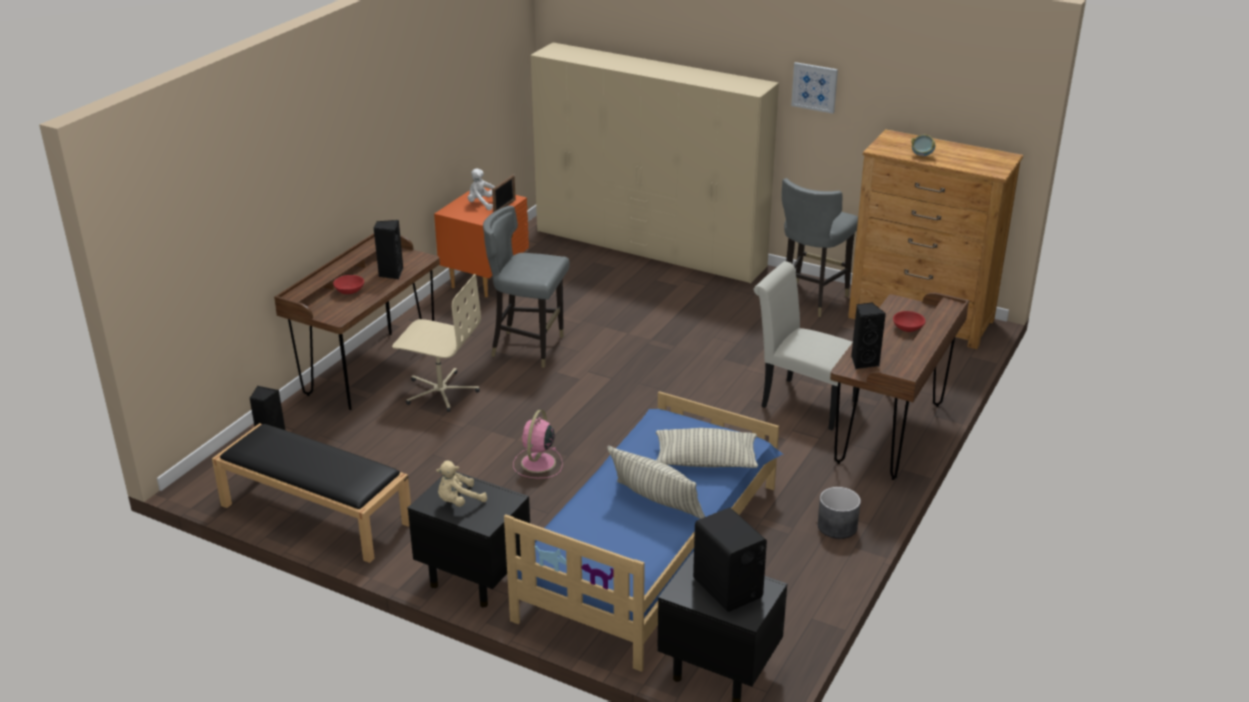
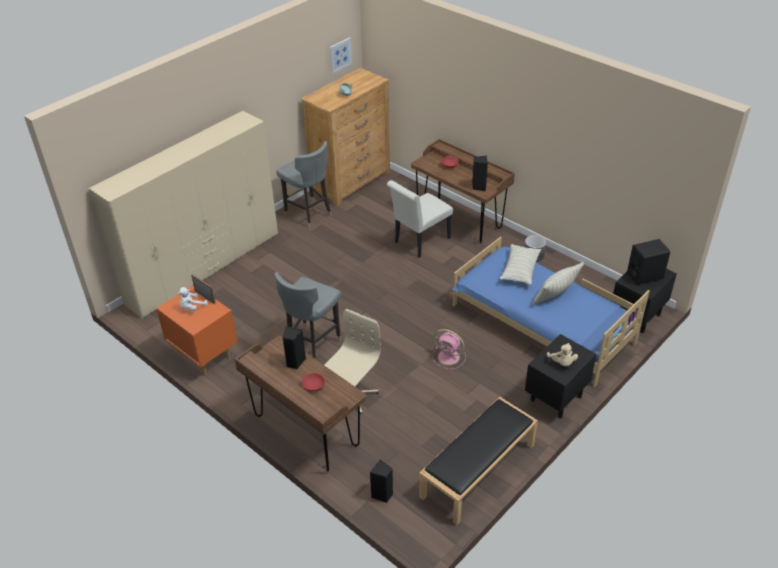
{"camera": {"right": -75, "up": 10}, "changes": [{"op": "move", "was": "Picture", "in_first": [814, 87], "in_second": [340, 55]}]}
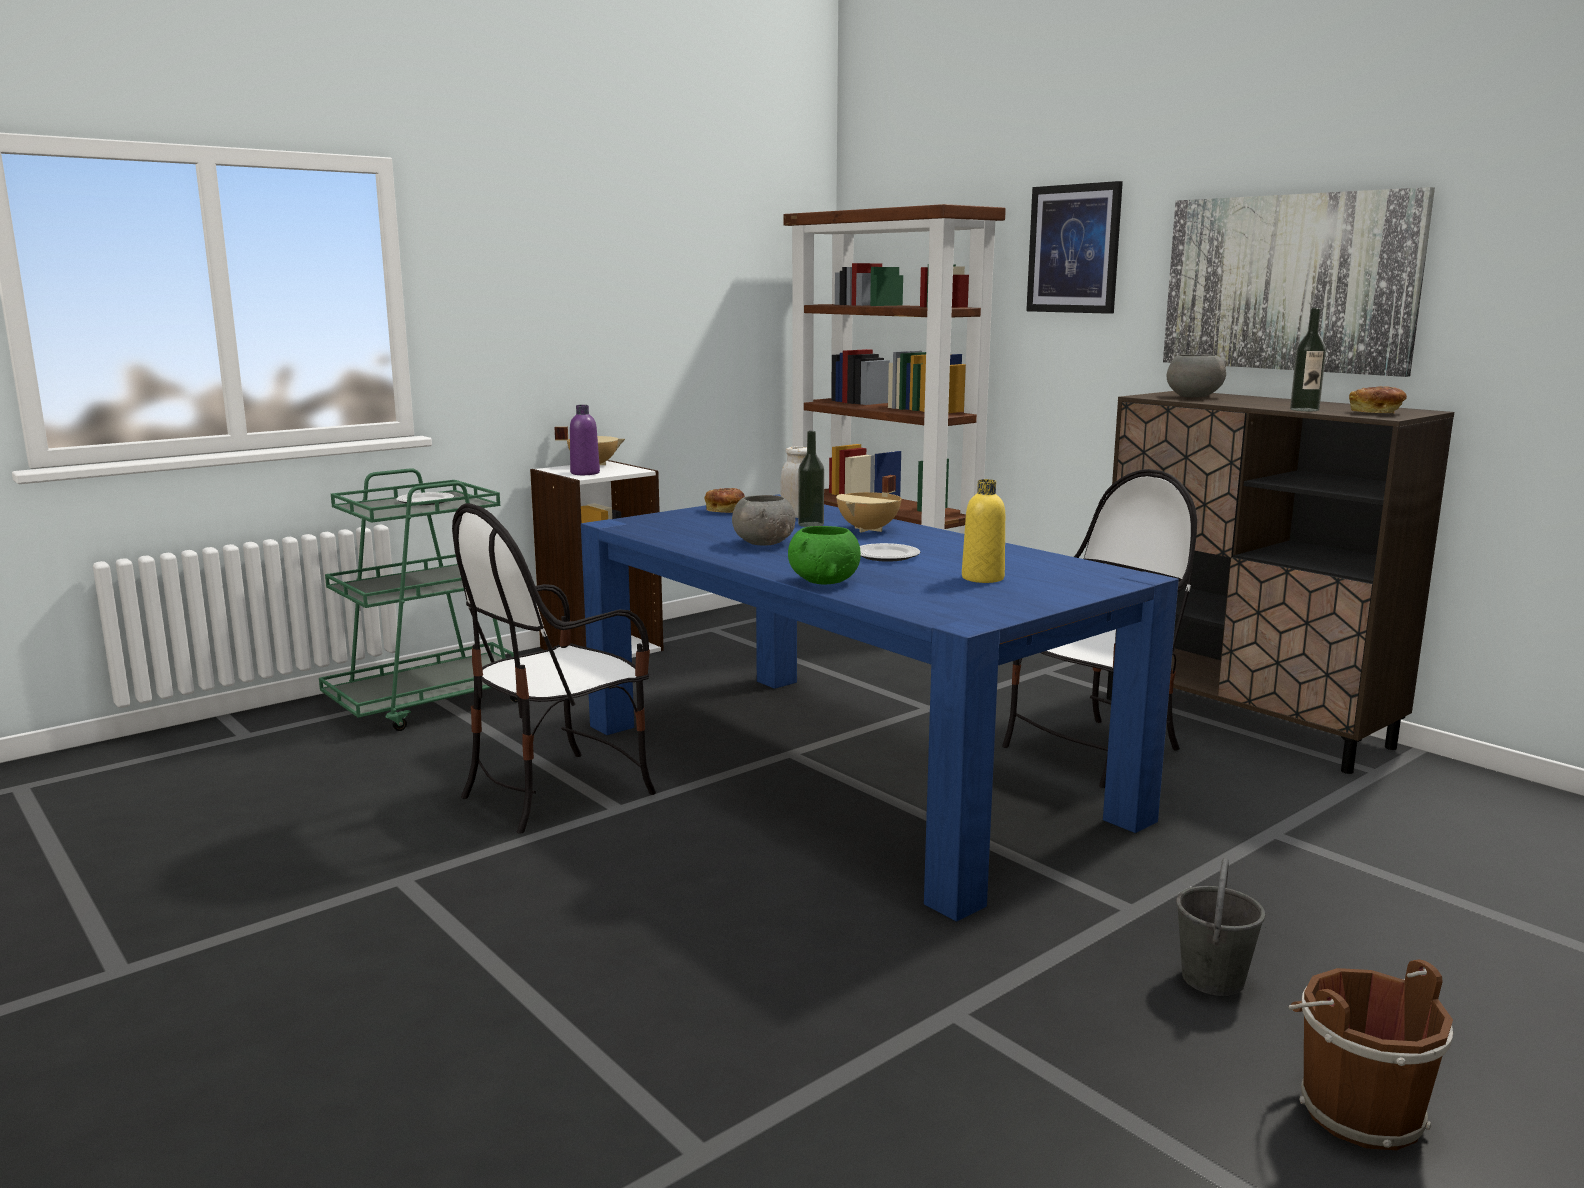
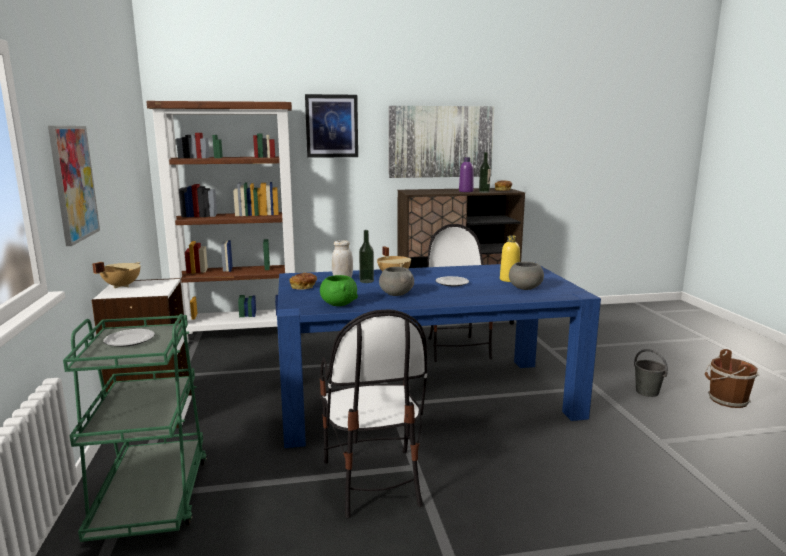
{"camera": {"right": -60, "up": 0}, "changes": [{"op": "insert", "now": "Picture", "in_second": [73, 183]}, {"op": "move", "was": "PurpleBottle", "in_first": [585, 473], "in_second": [466, 191]}, {"op": "move", "was": "GreenBowl", "in_first": [824, 581], "in_second": [339, 304]}, {"op": "move", "was": "GreyBowl", "in_first": [1193, 396], "in_second": [525, 288]}]}
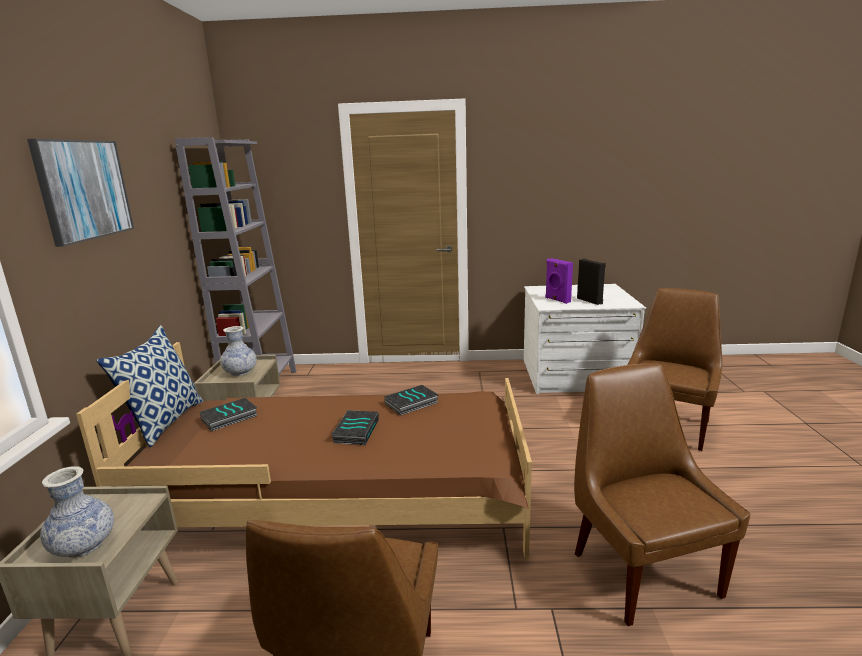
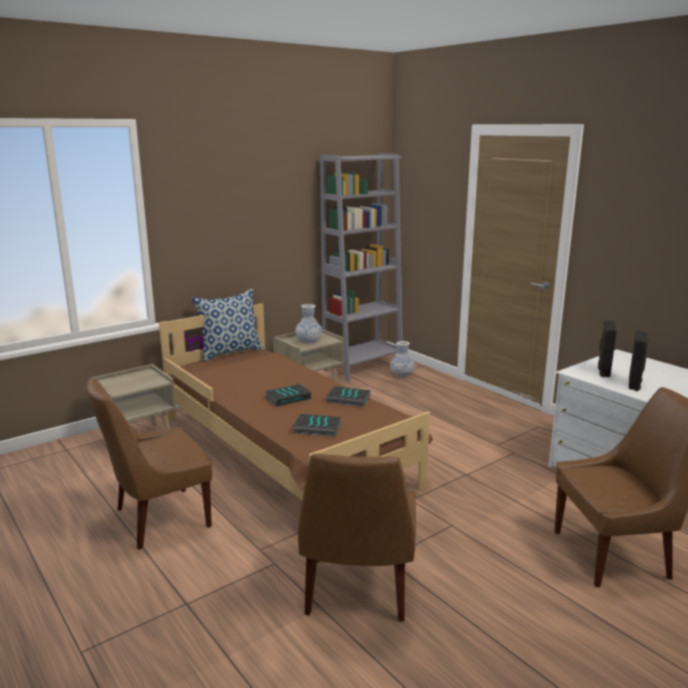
{"camera": {"right": 50, "up": 0}, "changes": [{"op": "delete", "was": "Picture", "in_first": [84, 190]}, {"op": "move", "was": "Vase", "in_first": [84, 546], "in_second": [402, 374]}, {"op": "move", "was": "Book", "in_first": [229, 418], "in_second": [316, 429]}, {"op": "recolor", "was": "PurpleSpeaker", "now": "BlackSpeaker", "in_first": [557, 300], "in_second": [603, 371]}, {"op": "rotate", "was": "BrownChair", "in_first": [641, 570], "in_second": [356, 592], "clockwise": 150}]}
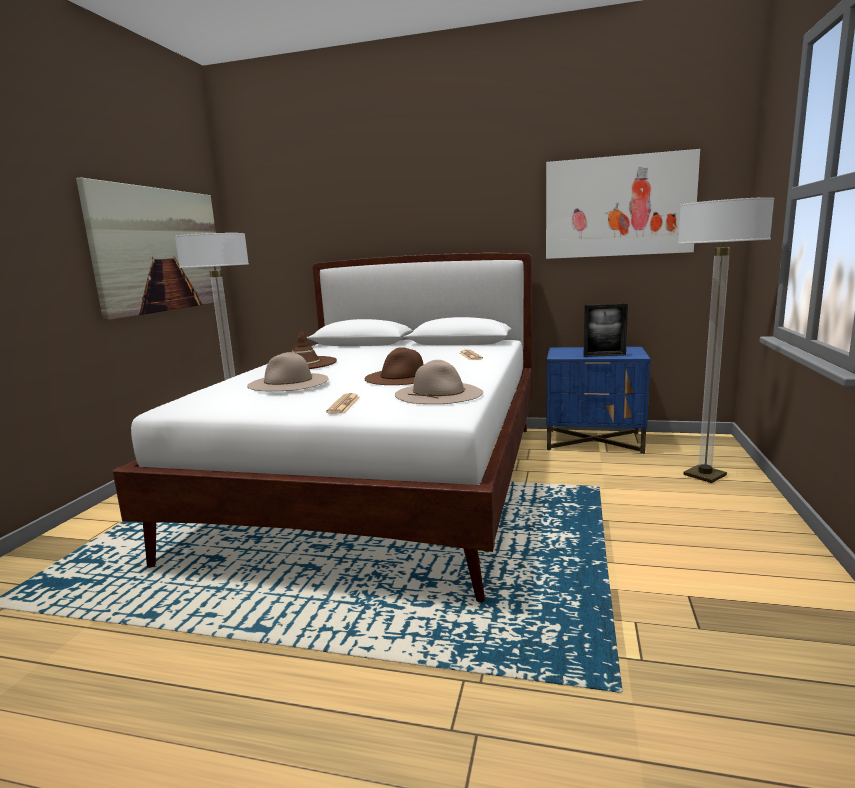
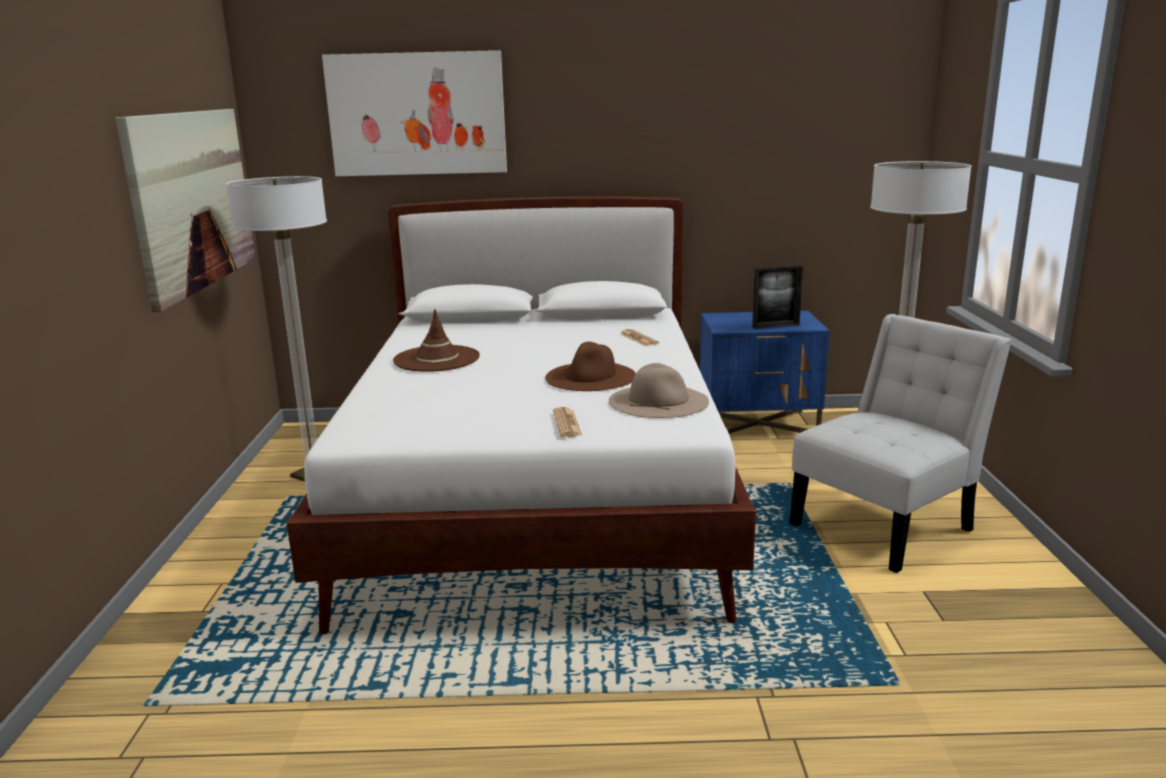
{"camera": {"right": -15, "up": 5}, "changes": [{"op": "delete", "was": "BeigeHat", "in_first": [288, 382]}, {"op": "insert", "now": "WhiteChair", "in_second": [887, 524]}, {"op": "move", "was": "Picture", "in_first": [618, 207], "in_second": [417, 114]}]}
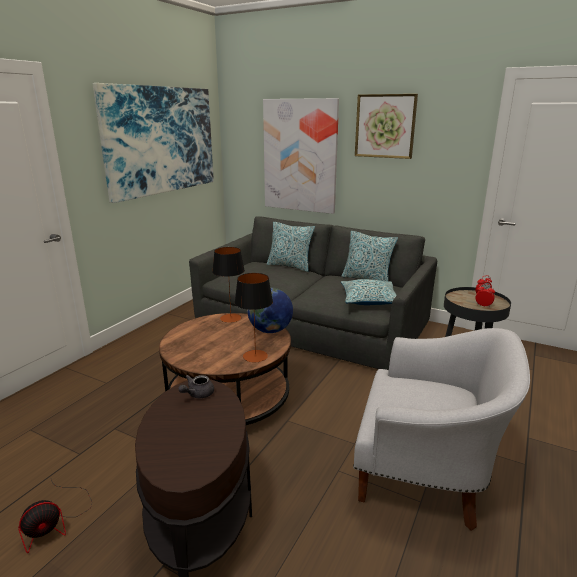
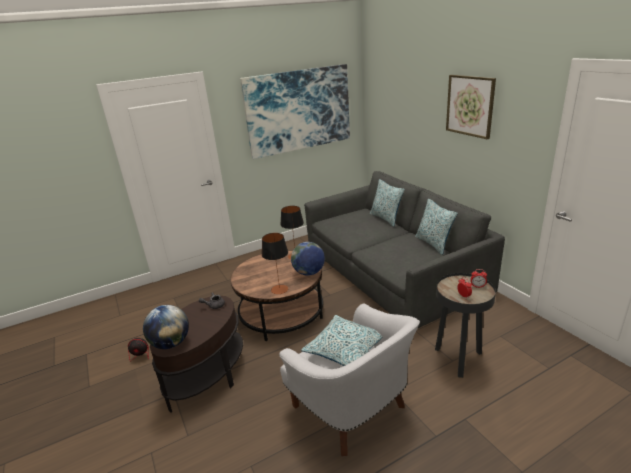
{"camera": {"right": 35, "up": 5}, "changes": [{"op": "delete", "was": "Picture", "in_first": [300, 156]}, {"op": "insert", "now": "Globe", "in_second": [171, 343]}, {"op": "move", "was": "Pillow", "in_first": [369, 300], "in_second": [344, 349]}]}
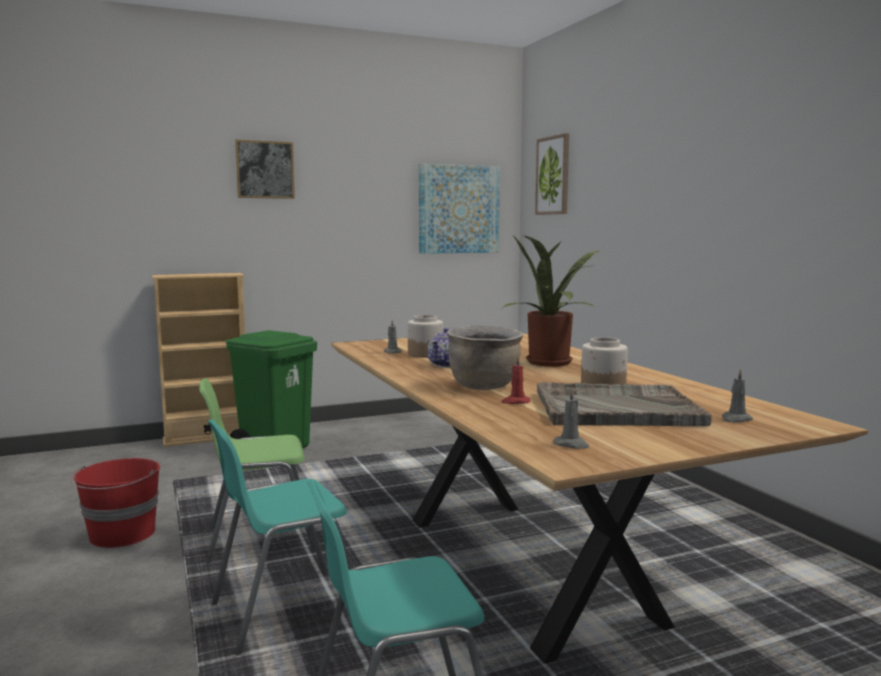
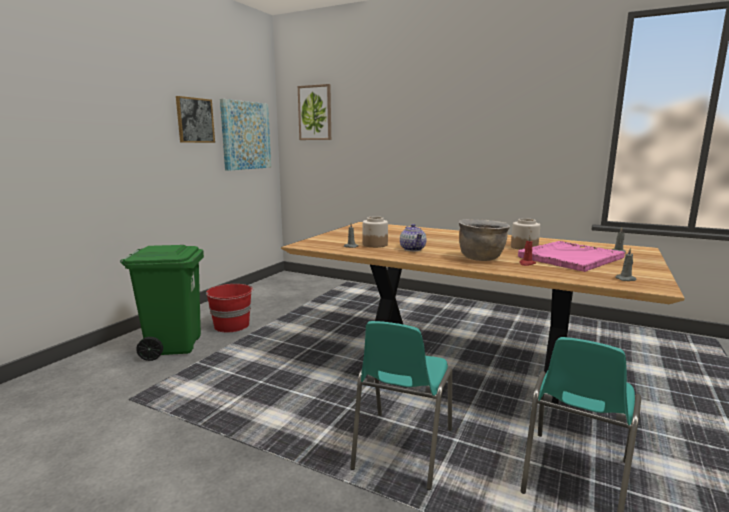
{"camera": {"right": -40, "up": 5}, "changes": [{"op": "delete", "was": "BeigeBookcase", "in_first": [207, 438]}, {"op": "delete", "was": "GreenChair", "in_first": [260, 539]}, {"op": "delete", "was": "PottedPlant", "in_first": [552, 363]}, {"op": "move", "was": "RedBucket", "in_first": [122, 534], "in_second": [232, 325]}, {"op": "move", "was": "Picture", "in_first": [265, 169], "in_second": [195, 120]}, {"op": "recolor", "was": "GreyTray", "now": "PinkTray", "in_first": [614, 408], "in_second": [569, 257]}]}
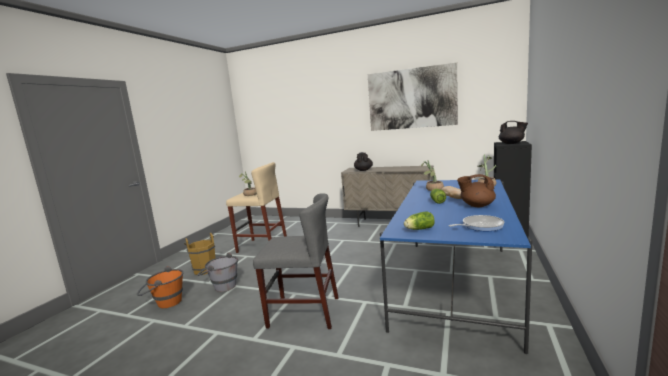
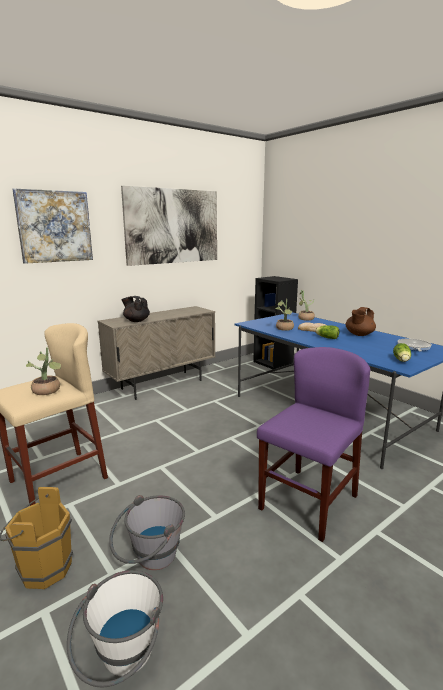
{"camera": {"right": -60, "up": 5}, "changes": [{"op": "delete", "was": "BlackTeapot", "in_first": [511, 143]}, {"op": "insert", "now": "Picture", "in_second": [54, 226]}, {"op": "recolor", "was": "OrangeBucket", "now": "WhiteBucket", "in_first": [164, 303], "in_second": [122, 661]}, {"op": "recolor", "was": "GreyChair", "now": "PurpleChair", "in_first": [304, 312], "in_second": [308, 502]}]}
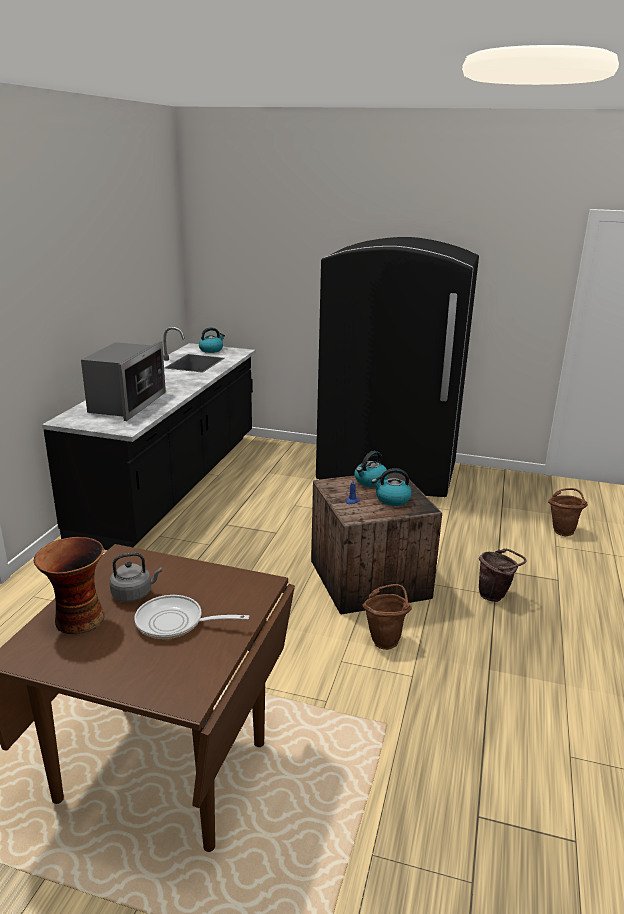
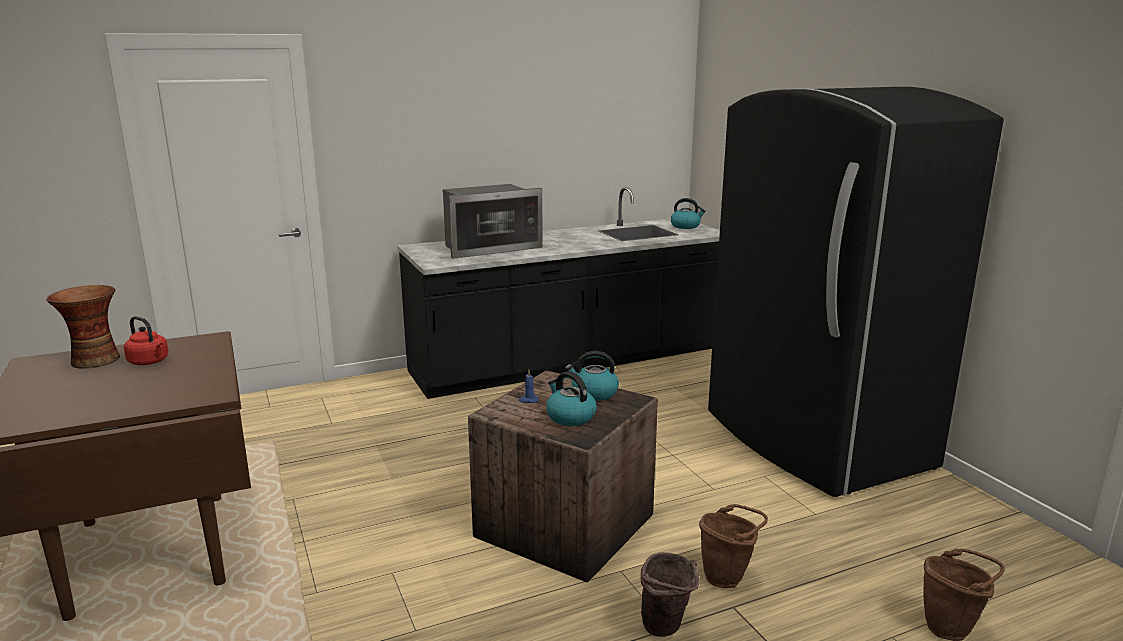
{"camera": {"right": 50, "up": -5}, "changes": [{"op": "delete", "was": "FryingPan", "in_first": [175, 623]}, {"op": "move", "was": "BrownBucket", "in_first": [385, 639], "in_second": [728, 577]}, {"op": "recolor", "was": "GreyKettle", "now": "RedKettle", "in_first": [134, 594], "in_second": [150, 362]}]}
